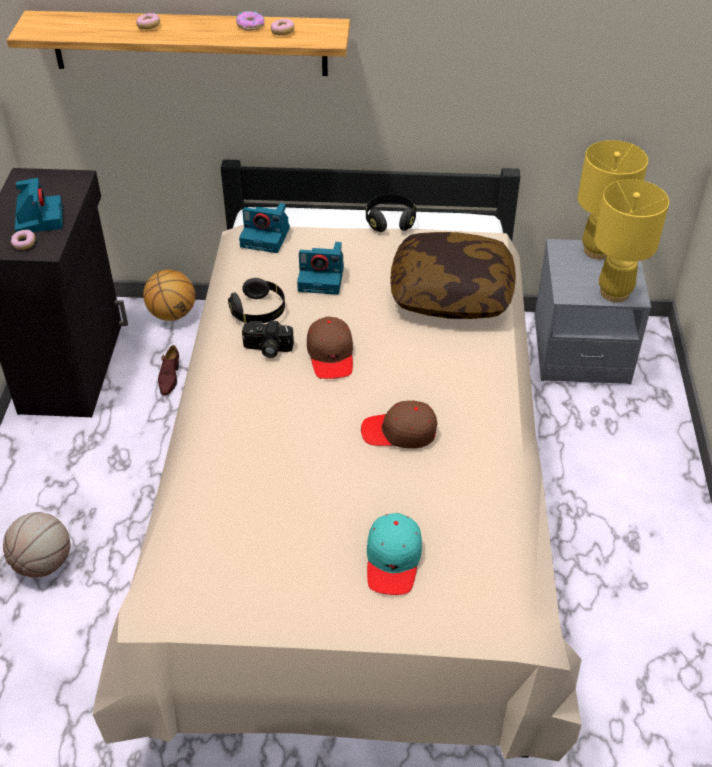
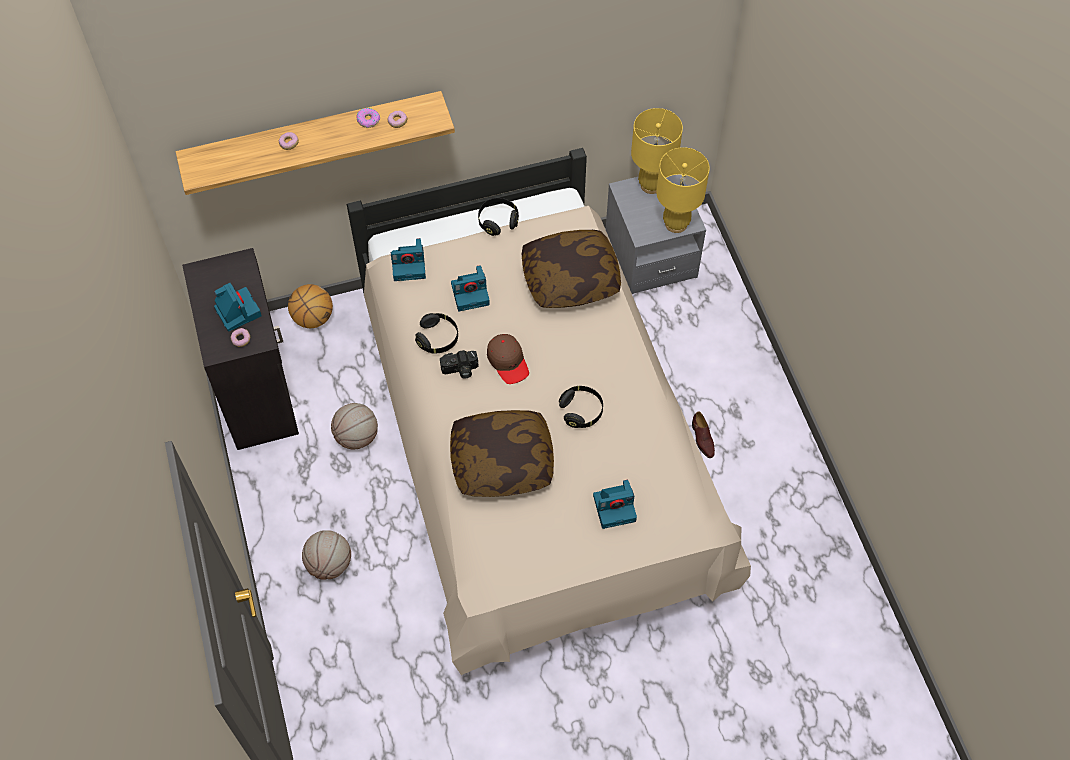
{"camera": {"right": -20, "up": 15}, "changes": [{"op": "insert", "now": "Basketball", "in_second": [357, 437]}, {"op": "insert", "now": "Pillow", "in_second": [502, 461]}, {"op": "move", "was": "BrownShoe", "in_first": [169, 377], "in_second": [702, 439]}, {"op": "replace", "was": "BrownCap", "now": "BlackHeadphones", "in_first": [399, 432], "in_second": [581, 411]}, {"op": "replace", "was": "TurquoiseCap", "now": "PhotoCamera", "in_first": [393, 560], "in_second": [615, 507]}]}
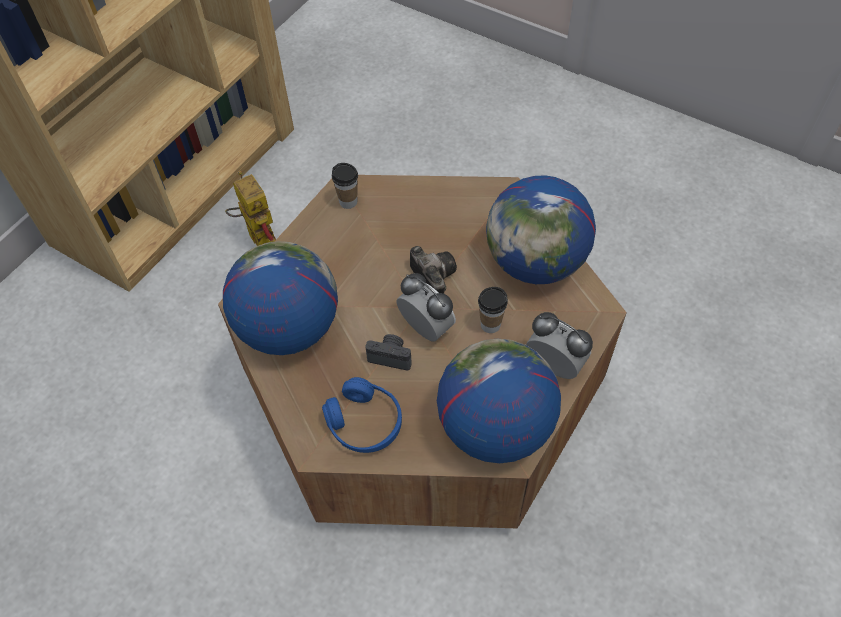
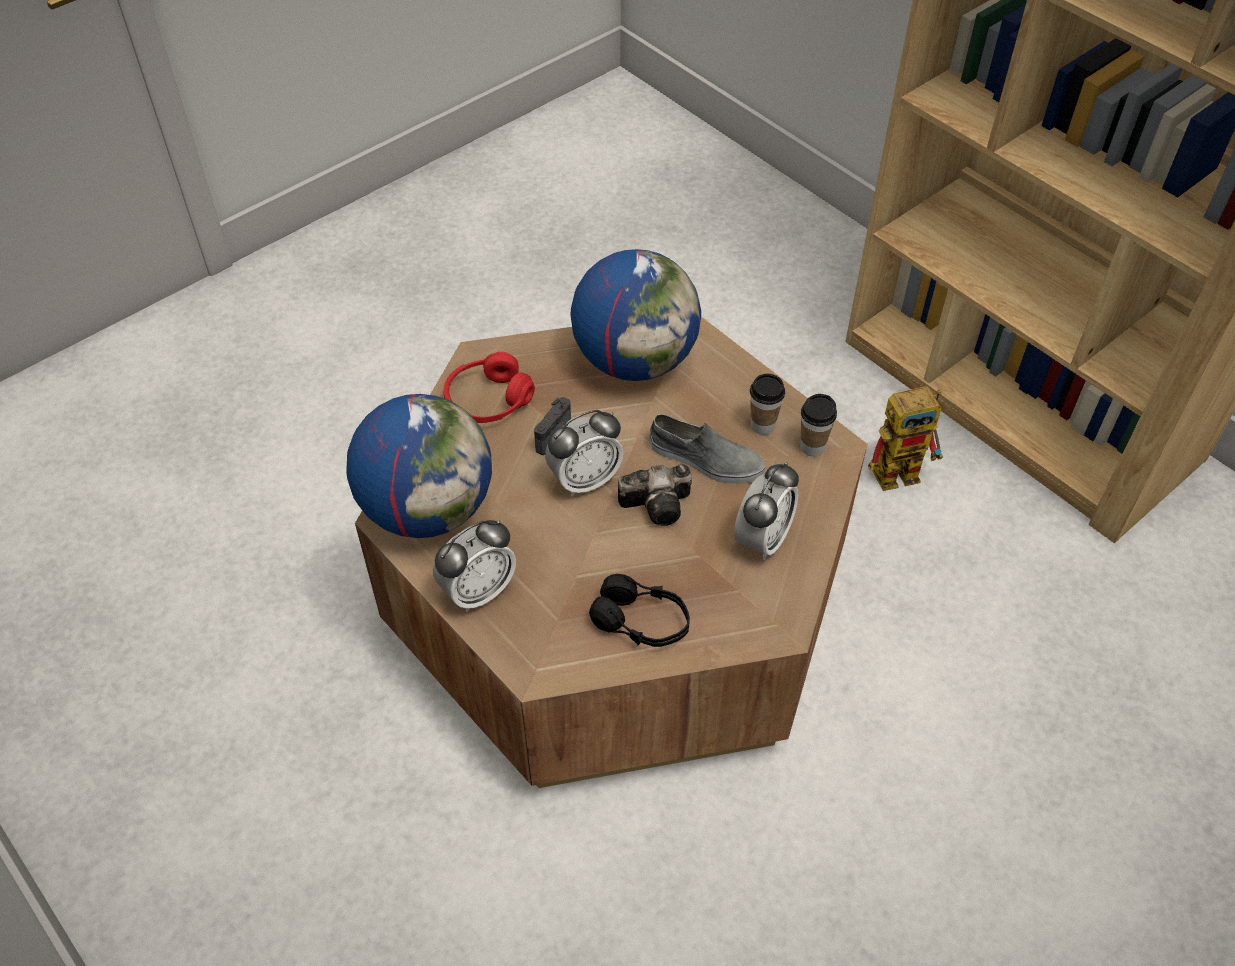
{"camera": {"right": 105, "up": -5}, "changes": [{"op": "insert", "now": "GreyShoe", "in_second": [705, 459]}, {"op": "insert", "now": "AlarmClock", "in_second": [762, 539]}, {"op": "move", "was": "Cup", "in_first": [490, 325], "in_second": [762, 425]}, {"op": "replace", "was": "Globe", "now": "BlackHeadphones", "in_first": [535, 263], "in_second": [641, 622]}, {"op": "recolor", "was": "BlueHeadphones", "now": "RedHeadphones", "in_first": [364, 423], "in_second": [488, 401]}]}
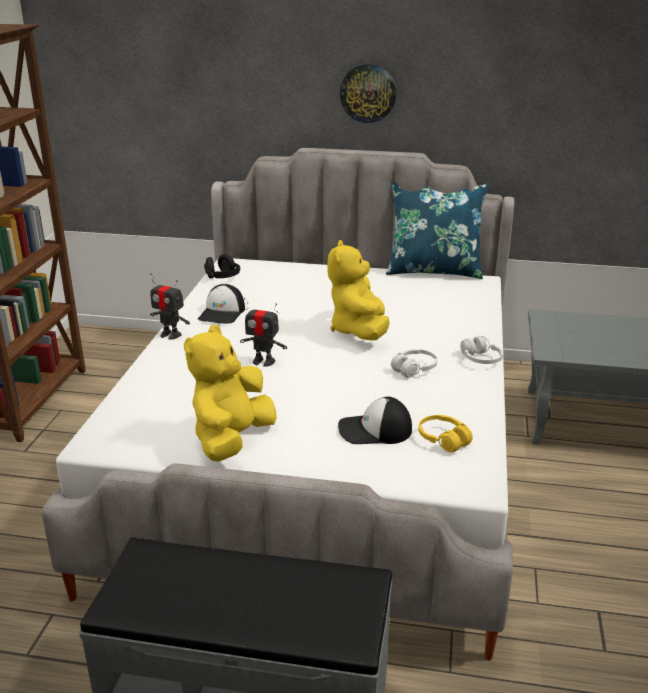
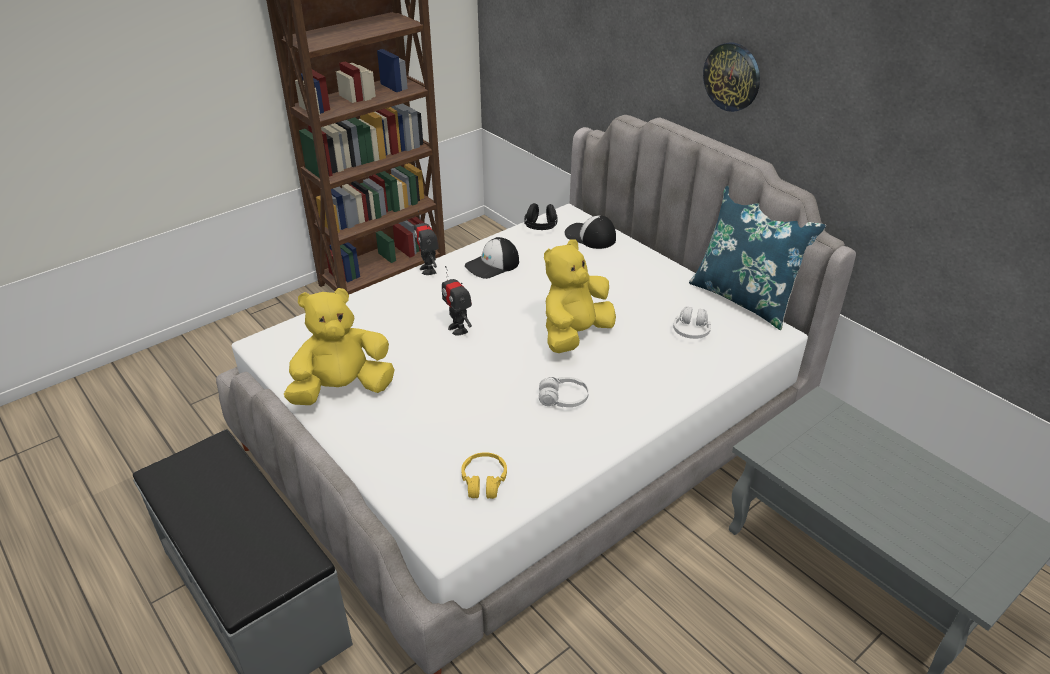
{"camera": {"right": 40, "up": 10}, "changes": [{"op": "move", "was": "Cap", "in_first": [374, 430], "in_second": [590, 236]}, {"op": "move", "was": "WhiteHeadphones", "in_first": [480, 359], "in_second": [691, 331]}]}
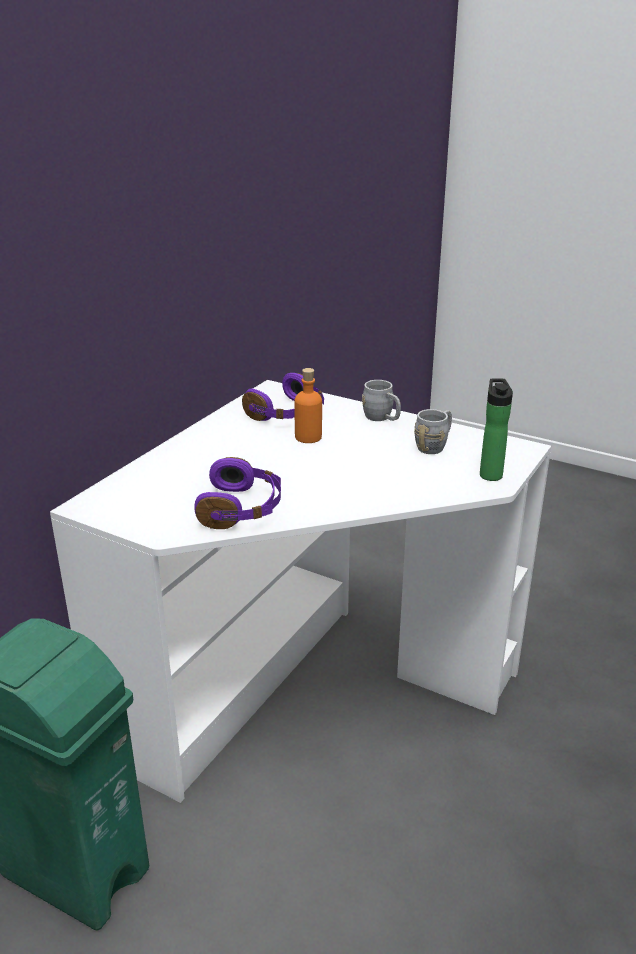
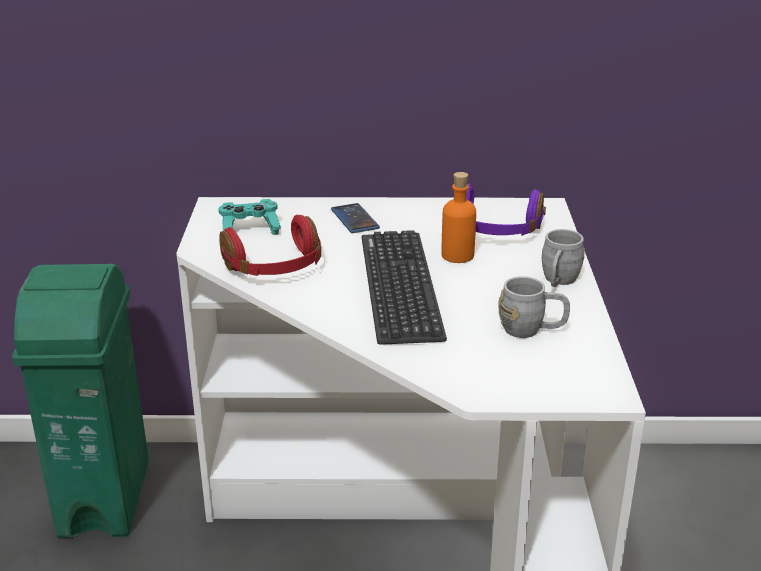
{"camera": {"right": 60, "up": 0}, "changes": [{"op": "delete", "was": "Bottle", "in_first": [490, 474]}, {"op": "insert", "now": "TurquoiseGameController", "in_second": [250, 229]}, {"op": "insert", "now": "Phone", "in_second": [355, 219]}, {"op": "insert", "now": "Keyboard", "in_second": [400, 286]}, {"op": "recolor", "was": "PurpleHeadphones", "now": "RedHeadphones", "in_first": [242, 509], "in_second": [275, 267]}]}
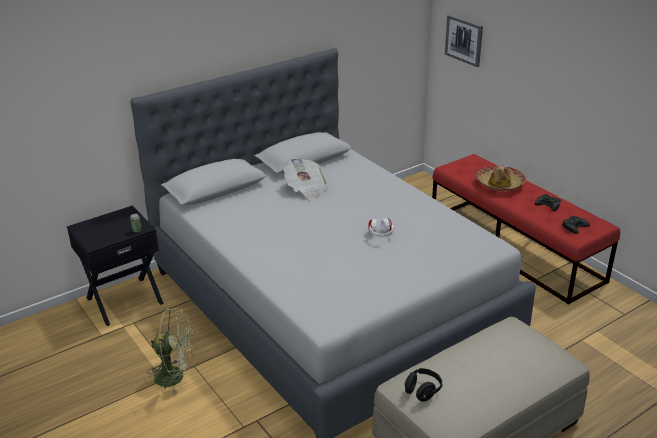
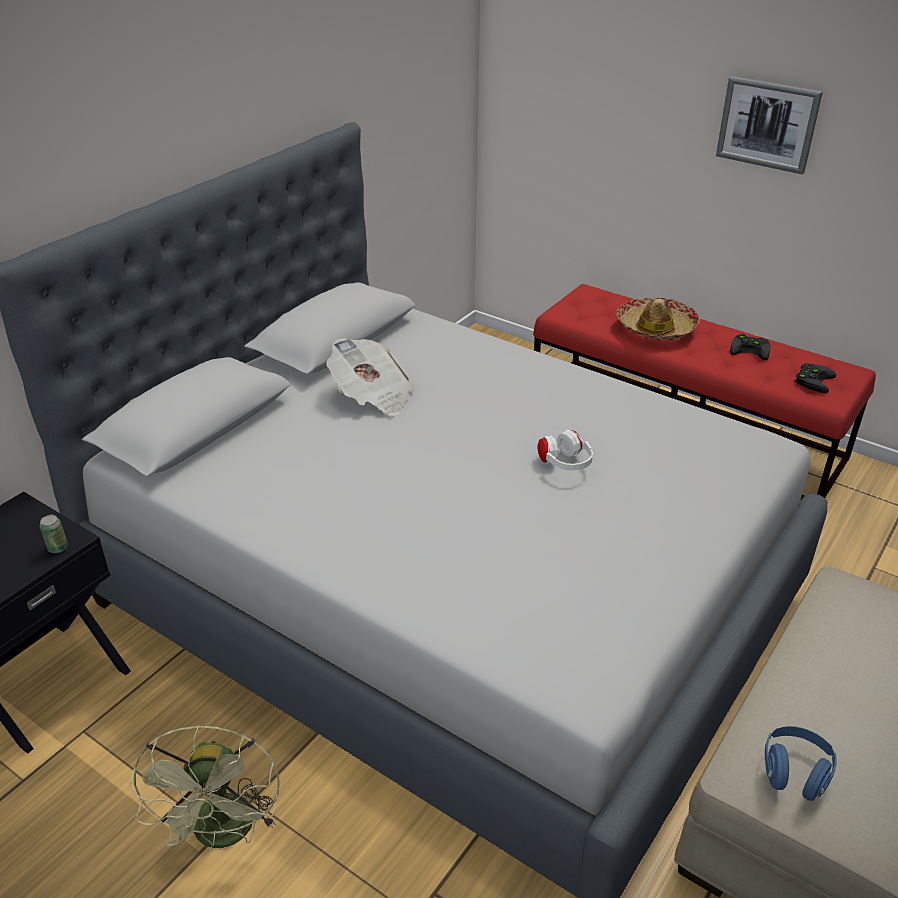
{"camera": {"right": -20, "up": 5}, "changes": [{"op": "move", "was": "Picture", "in_first": [464, 40], "in_second": [768, 124]}, {"op": "recolor", "was": "BlackHeadphones", "now": "BlueHeadphones", "in_first": [423, 391], "in_second": [794, 773]}, {"op": "rotate", "was": "GreenFan", "in_first": [176, 376], "in_second": [224, 835], "clockwise": 105}]}
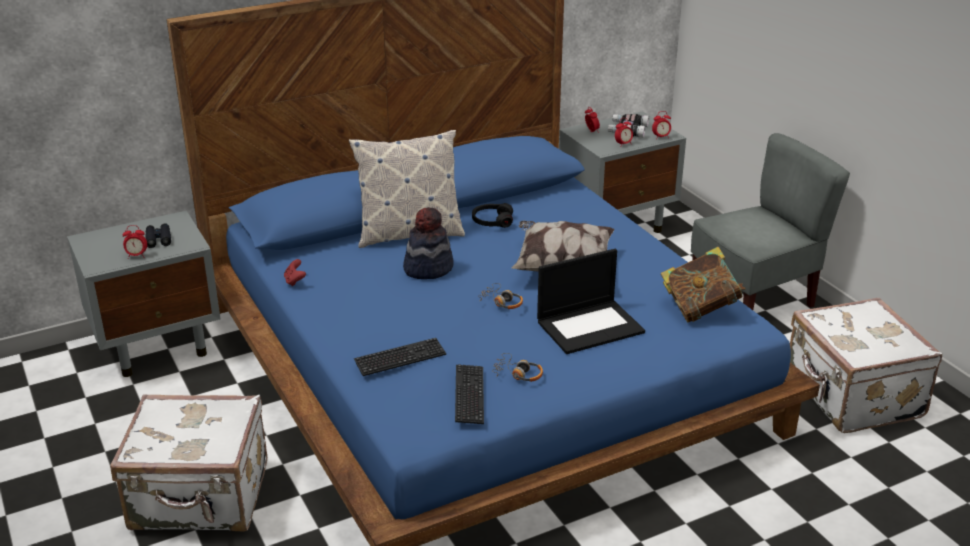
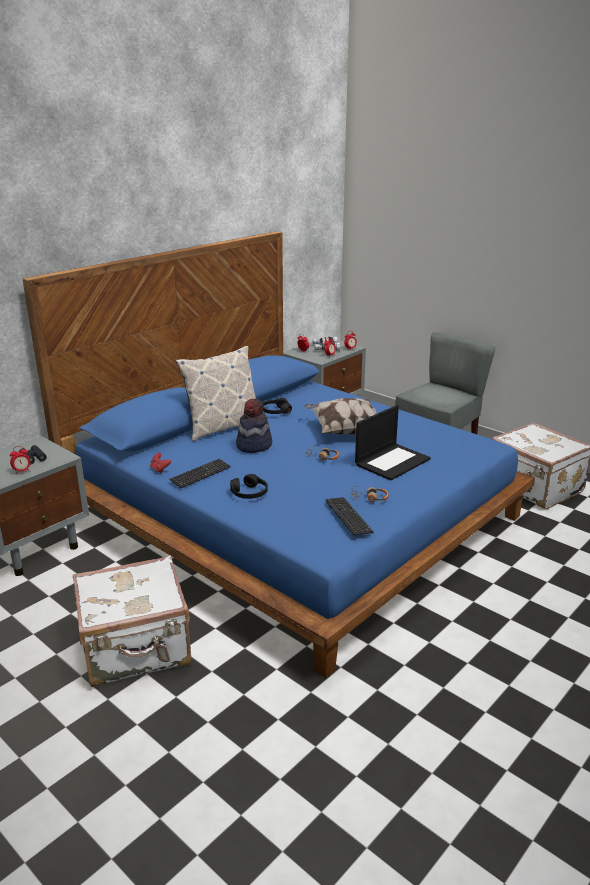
{"camera": {"right": -20, "up": -5}, "changes": [{"op": "delete", "was": "Book", "in_first": [700, 309]}, {"op": "insert", "now": "BlackHeadphones", "in_second": [249, 493]}, {"op": "move", "was": "Keyboard", "in_first": [400, 358], "in_second": [200, 474]}]}
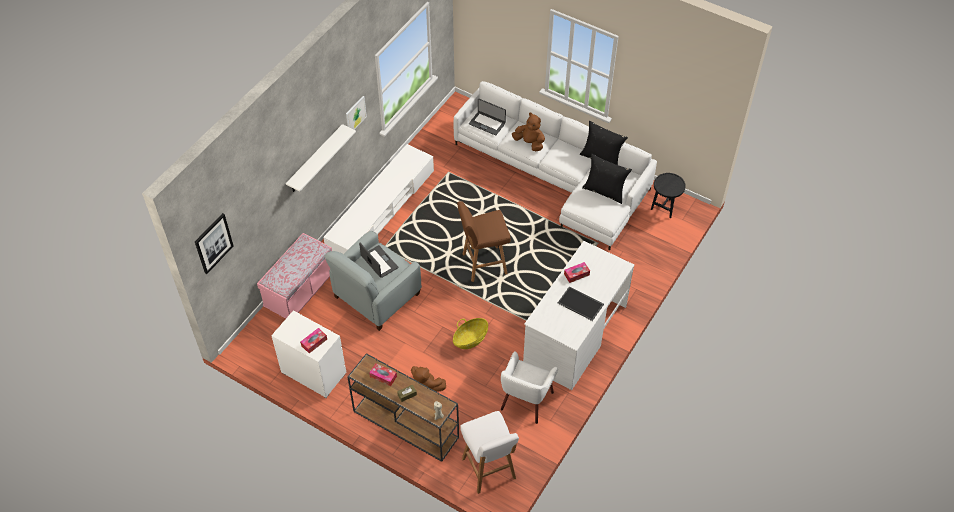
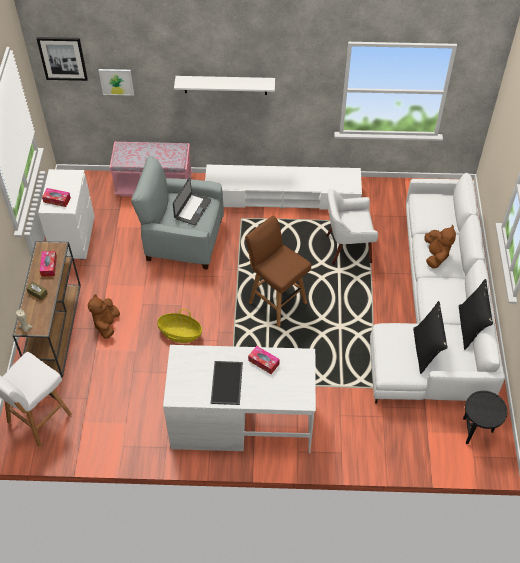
{"camera": {"right": 60, "up": 0}, "changes": [{"op": "delete", "was": "Laptop", "in_first": [487, 123]}, {"op": "move", "was": "Picture", "in_first": [355, 114], "in_second": [116, 81]}, {"op": "move", "was": "WhiteArmchair", "in_first": [526, 401], "in_second": [347, 248]}]}
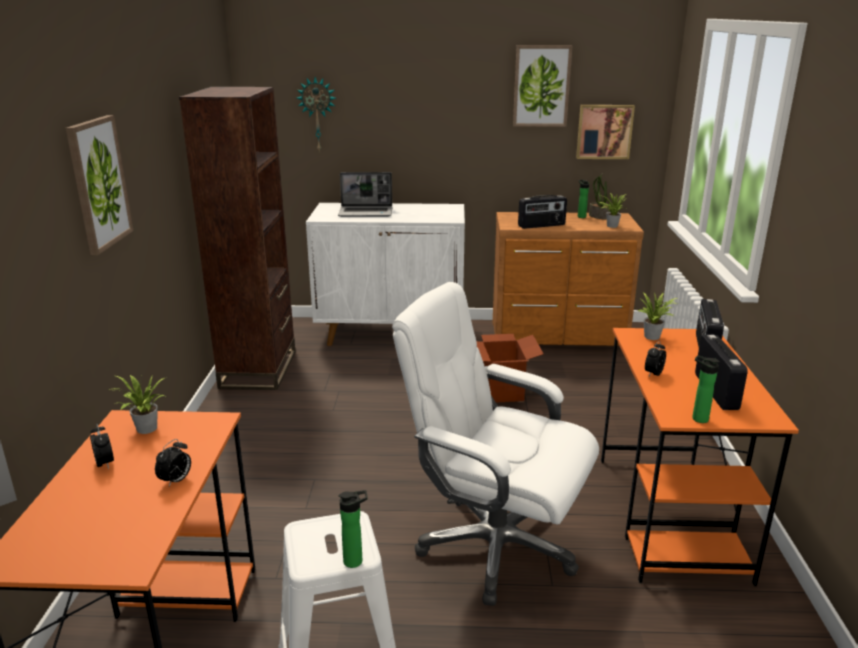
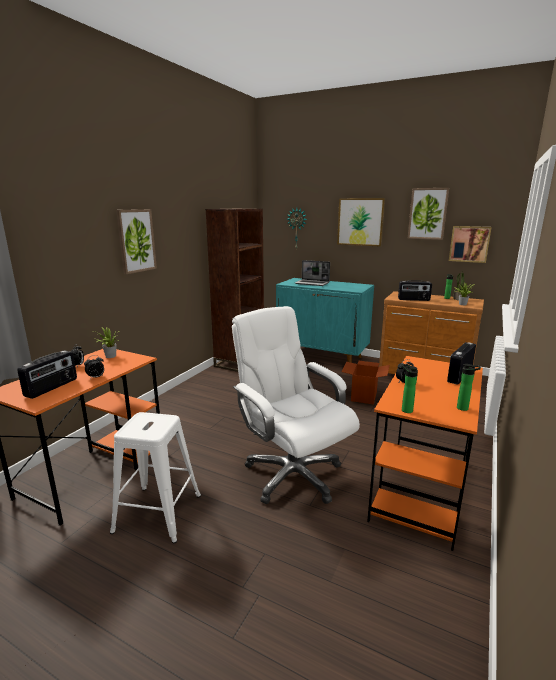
{"camera": {"right": 25, "up": -5}, "changes": [{"op": "delete", "was": "PottedPlant", "in_first": [654, 337]}, {"op": "insert", "now": "Picture", "in_second": [360, 222]}, {"op": "move", "was": "Bottle", "in_first": [356, 561], "in_second": [464, 408]}, {"op": "move", "was": "Radio", "in_first": [717, 391], "in_second": [52, 387]}, {"op": "recolor", "was": "WhiteCabinet", "now": "TurquoiseCabinet", "in_first": [392, 333], "in_second": [322, 357]}]}
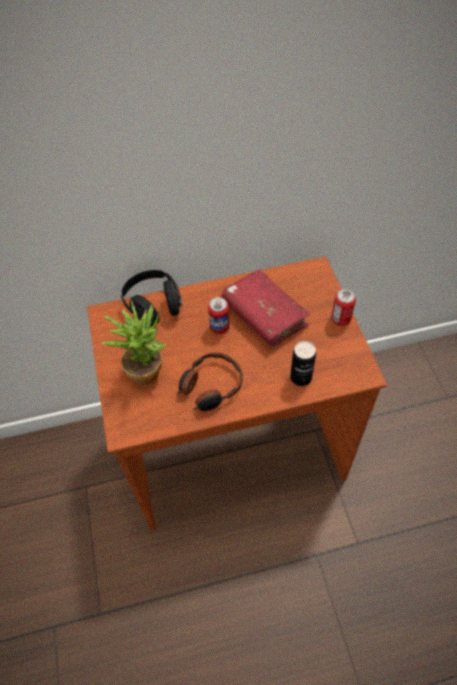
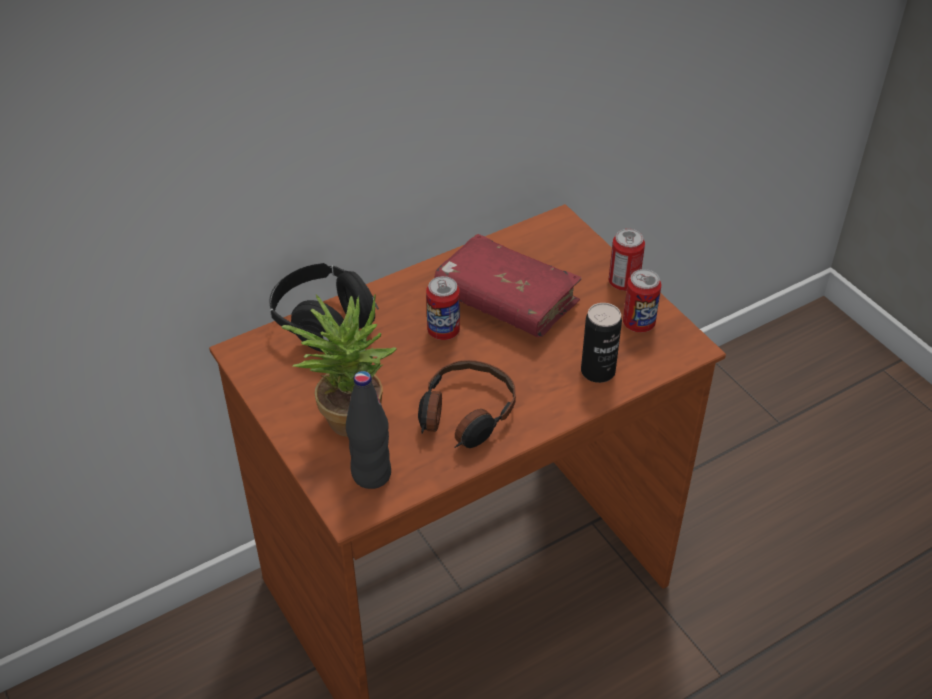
{"camera": {"right": -20, "up": -10}, "changes": [{"op": "insert", "now": "BlackBottle", "in_second": [371, 474]}, {"op": "insert", "now": "Can", "in_second": [638, 324]}]}
